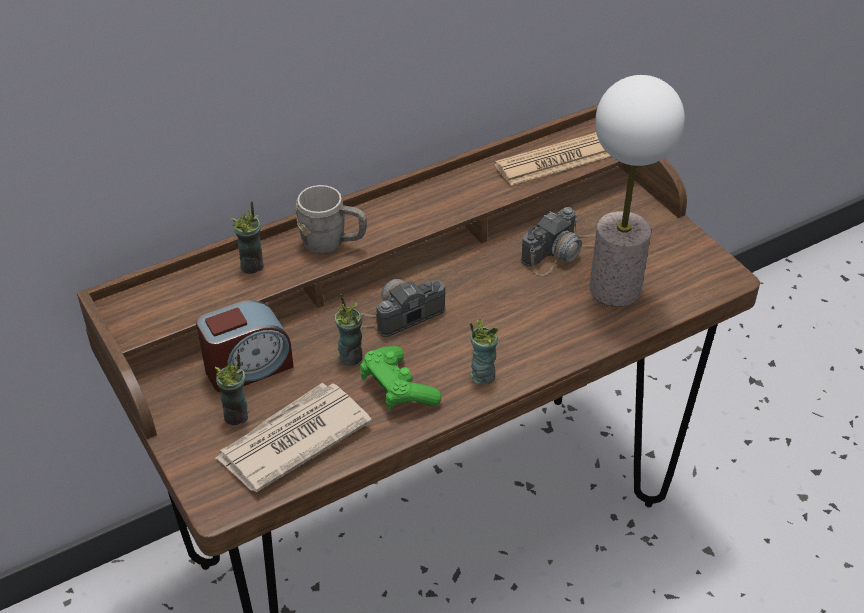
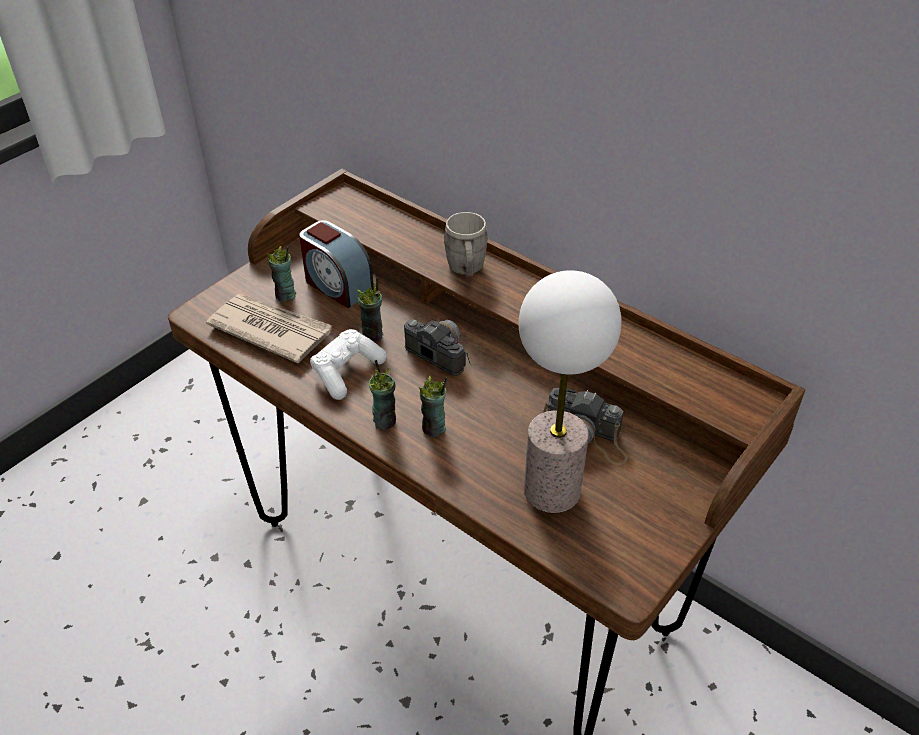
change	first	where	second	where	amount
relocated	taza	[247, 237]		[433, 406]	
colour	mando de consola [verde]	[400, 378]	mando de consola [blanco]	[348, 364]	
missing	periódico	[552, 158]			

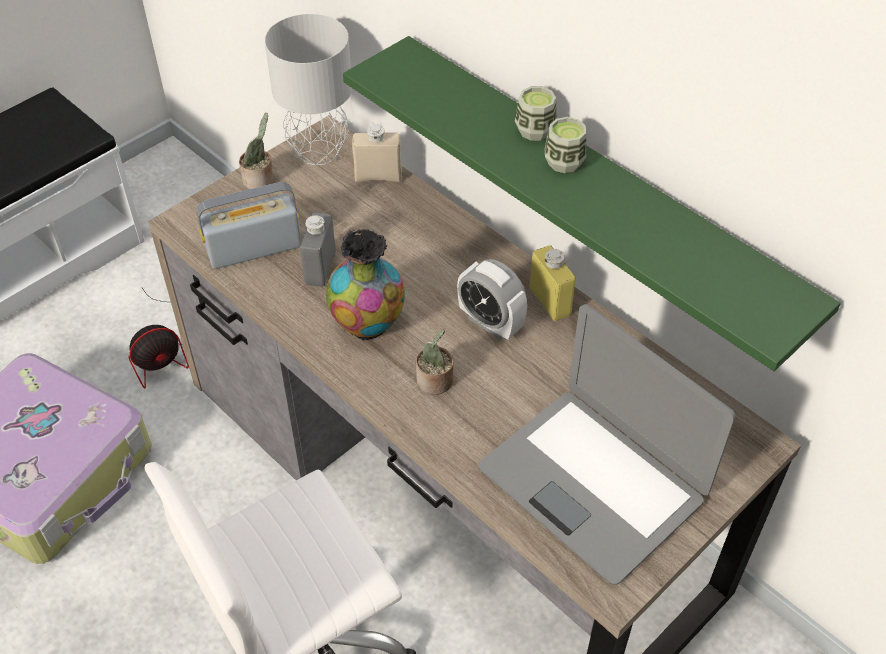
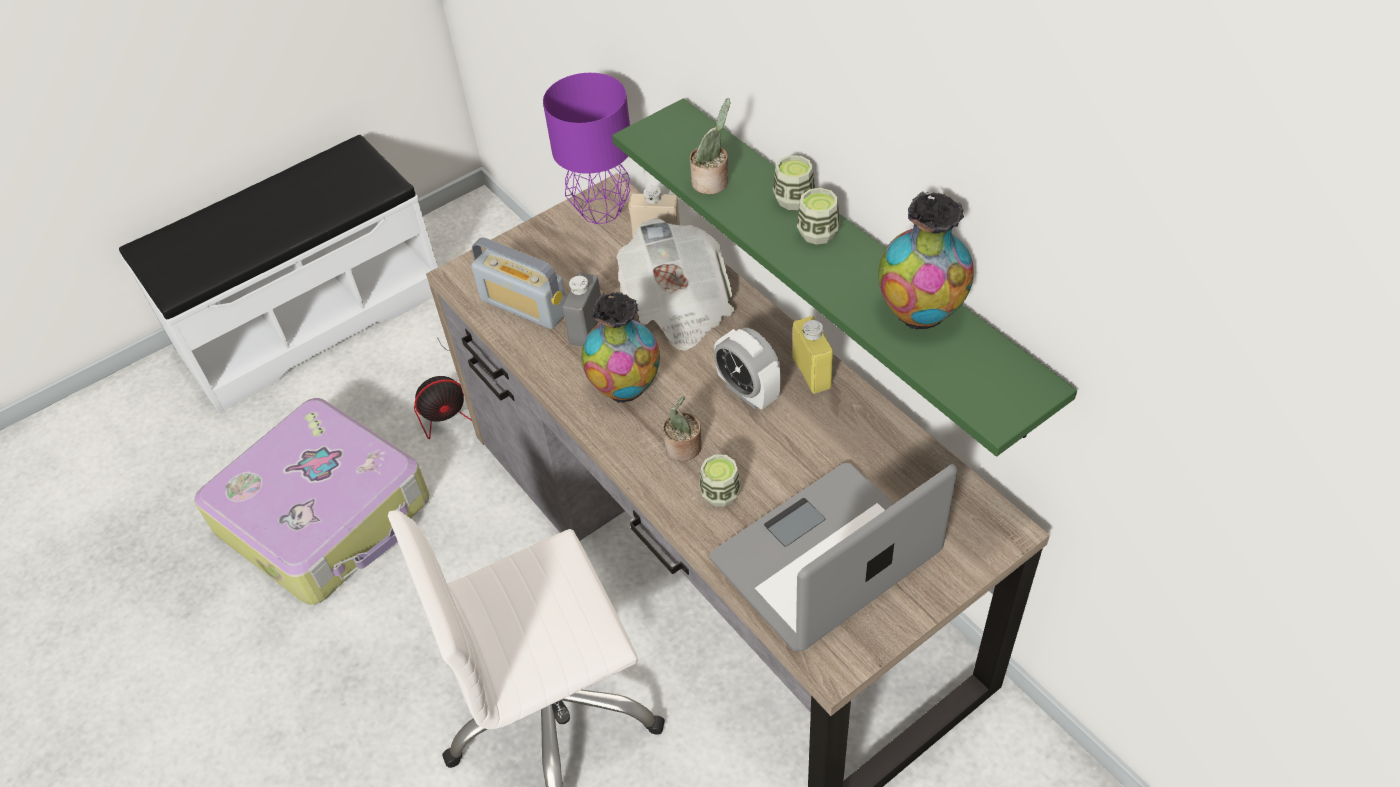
change	first	where	second	where	amount
spun	radio	[249, 225]		[518, 283]	135 degrees counterclockwise
relocated	planta en maceta	[256, 151]		[710, 146]	
colour	lámpara de mesa [gris]	[308, 89]	lámpara de mesa [morado]	[586, 148]	
spun	portátil	[607, 444]		[833, 557]	90 degrees clockwise
appeared			periódico	[675, 284]	
appeared			taza	[720, 480]	
appeared			florero	[926, 260]	

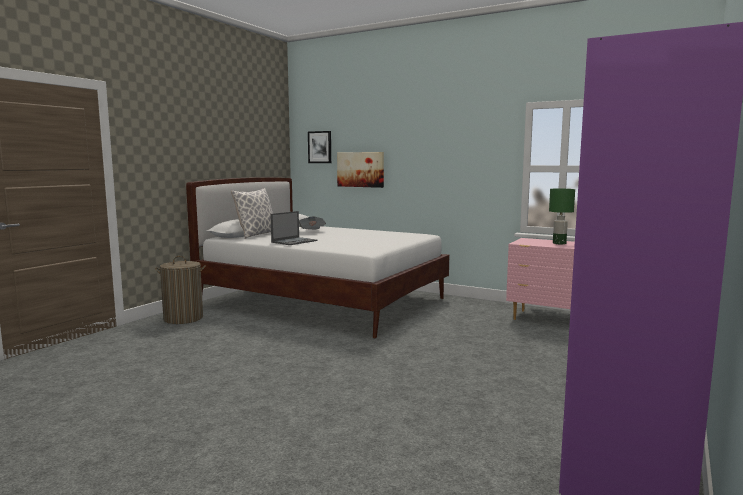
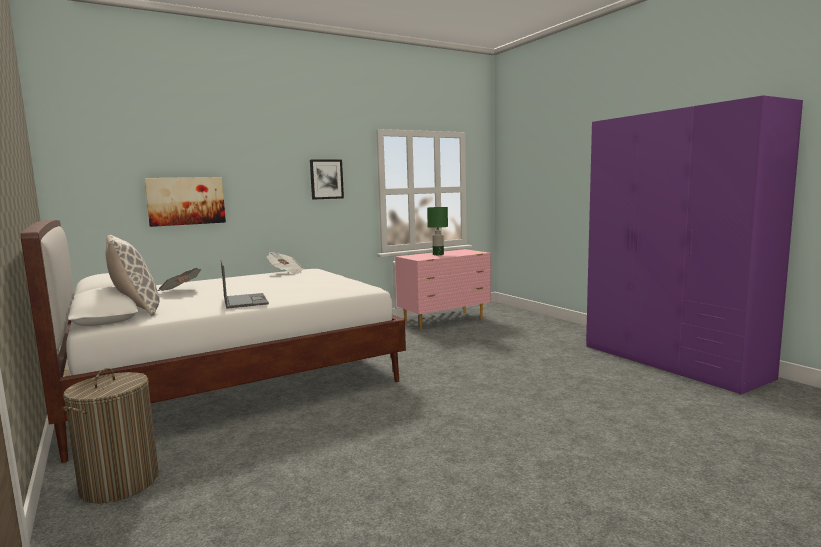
change	first	where	second	where	amount
relocated	cuadro	[319, 147]		[327, 180]	
appeared			periódico	[285, 263]	

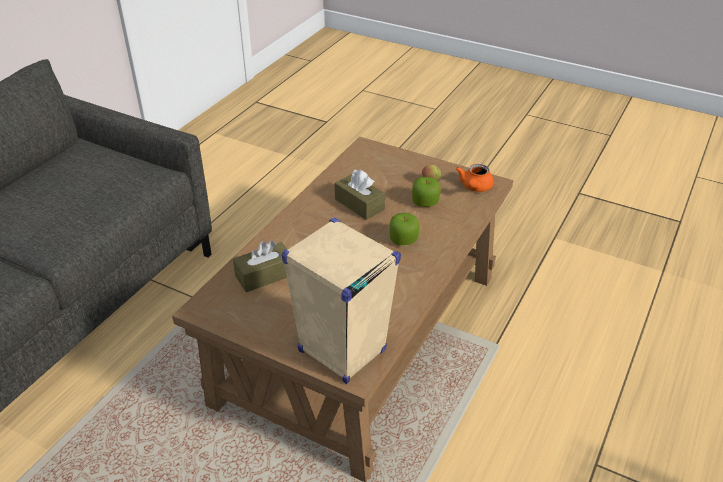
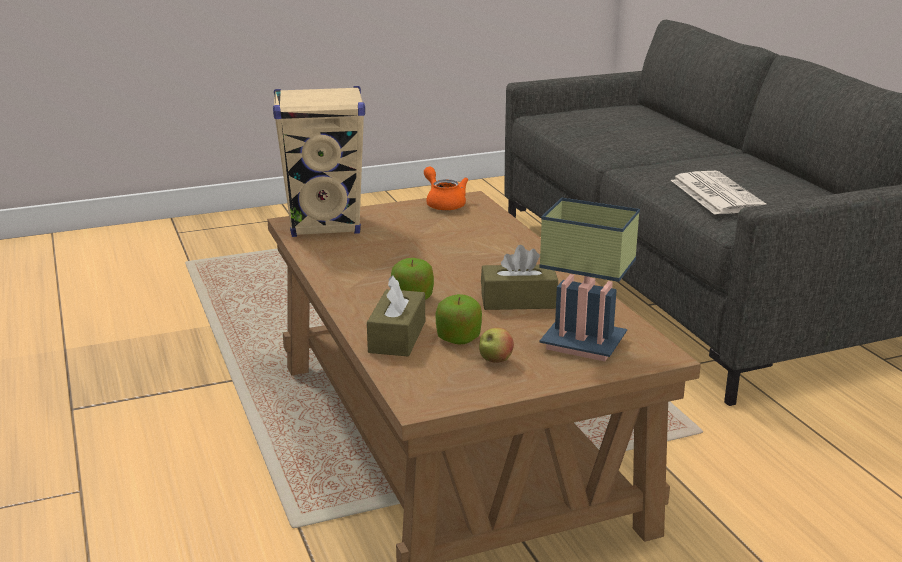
change	first	where	second	where	amount
relocated	caja de pañuelos [marrón]	[260, 266]		[396, 315]	
relocated	tetera [naranja]	[475, 178]		[446, 188]	
appeared			lámpara de mesa	[589, 279]	
appeared			periódico	[718, 193]	

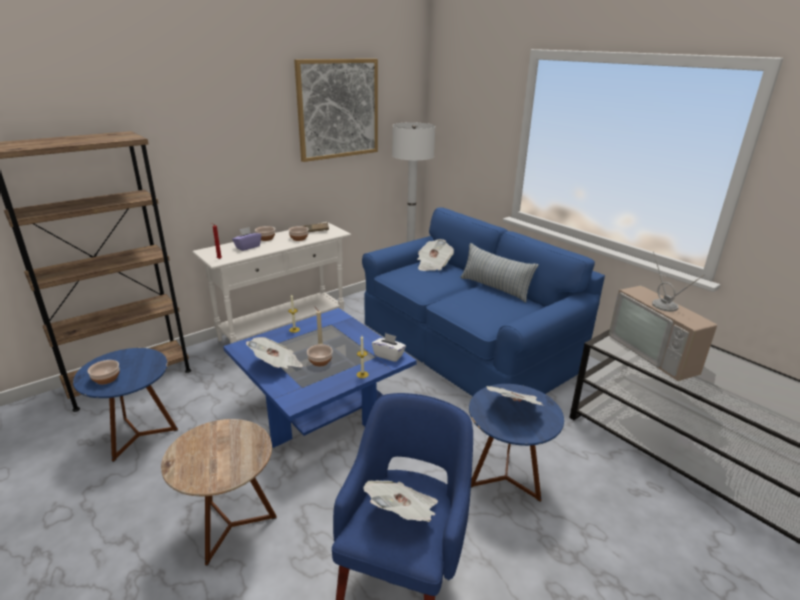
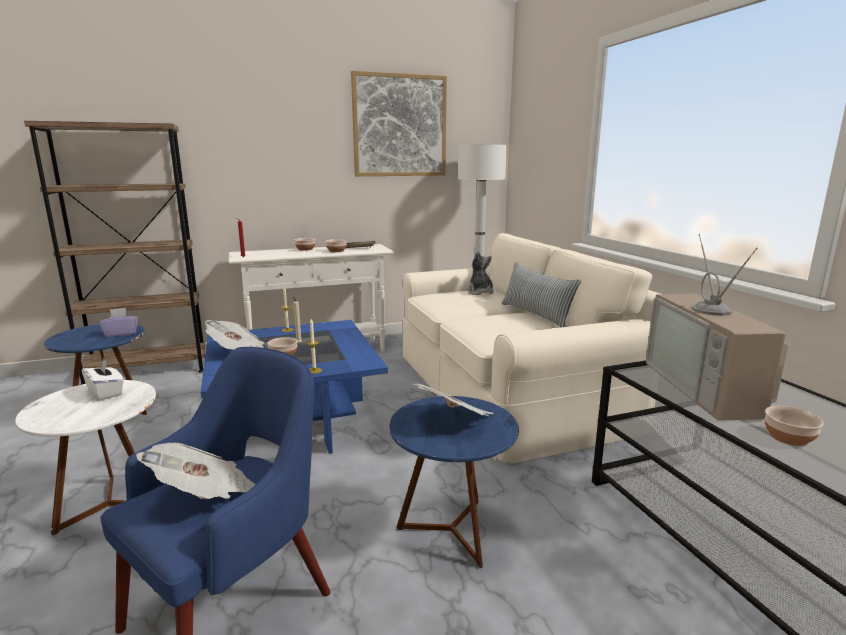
change	first	where	second	where	amount
relocated	cuenco	[103, 372]		[794, 426]	
colour	mesa auxiliar [marrón]	[219, 492]	mesa auxiliar [blanco]	[85, 458]	
relocated	caja de pañuelos [morado]	[246, 239]		[118, 322]	
colour	sofá [azul]	[483, 301]	sofá [beis]	[531, 348]	
relocated	caja de pañuelos [blanco]	[389, 347]		[103, 379]	
exchanged	periódico	[435, 255]	peluche	[480, 273]	

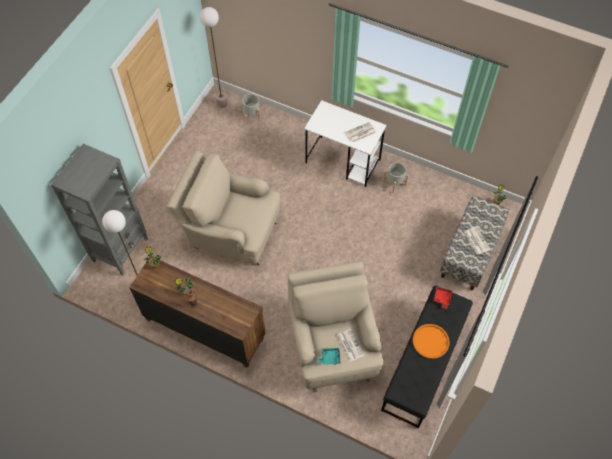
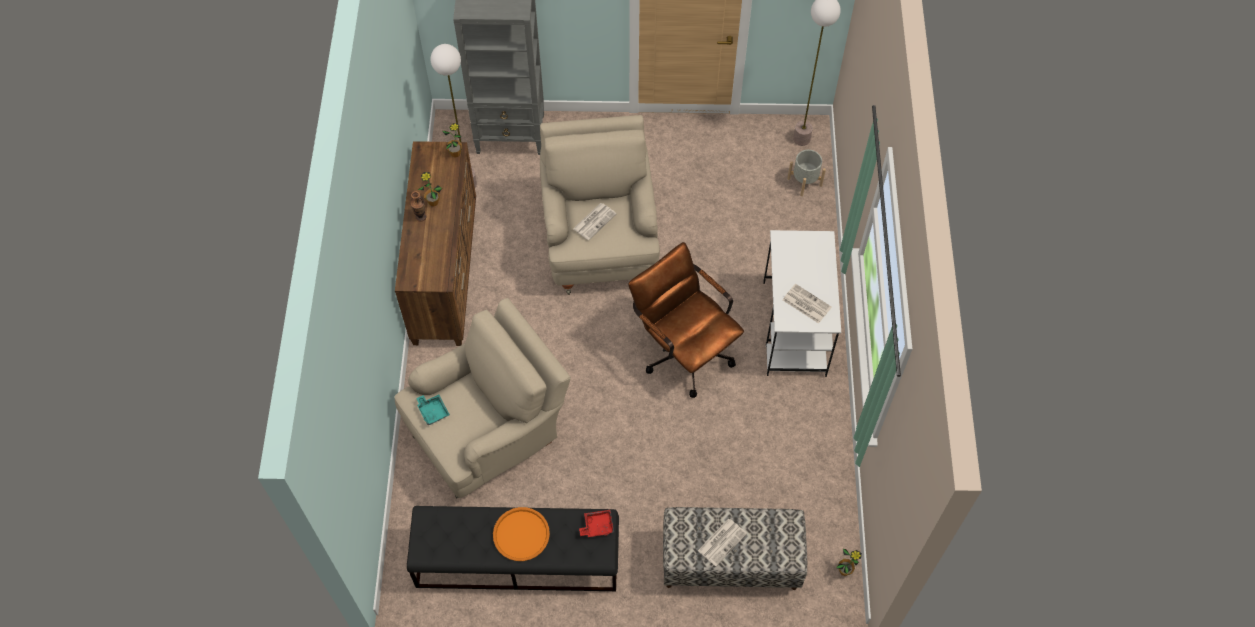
change	first	where	second	where	amount
relocated	periódico	[350, 345]		[595, 221]	
missing	maceta [gris]	[396, 177]			
appeared			silla de oficina [marrón]	[686, 320]	

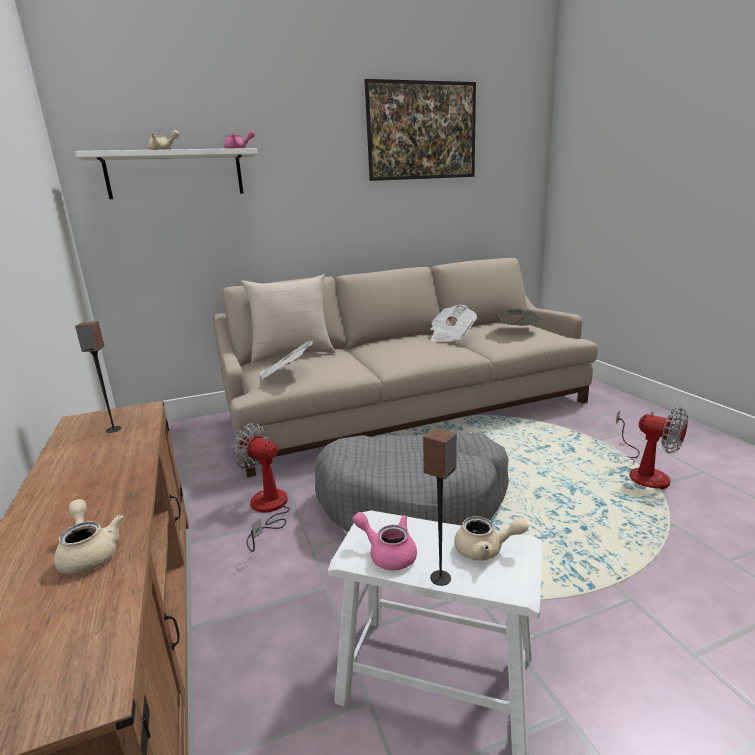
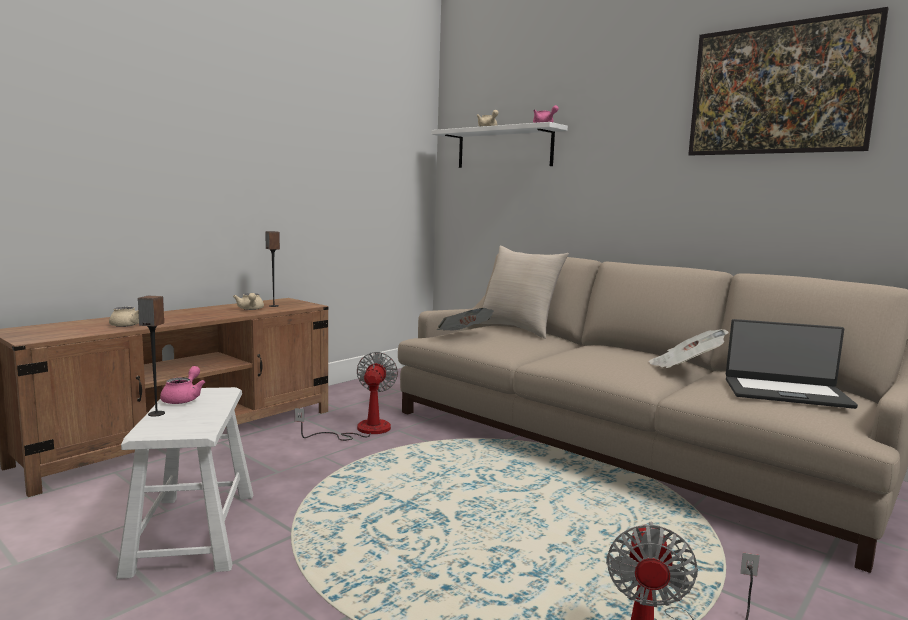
change	first	where	second	where	amount
missing	cama para perro [gris]	[412, 481]			
relocated	tetera [beis]	[491, 538]		[248, 301]	
exchanged	periódico	[517, 317]	portátil	[792, 364]	

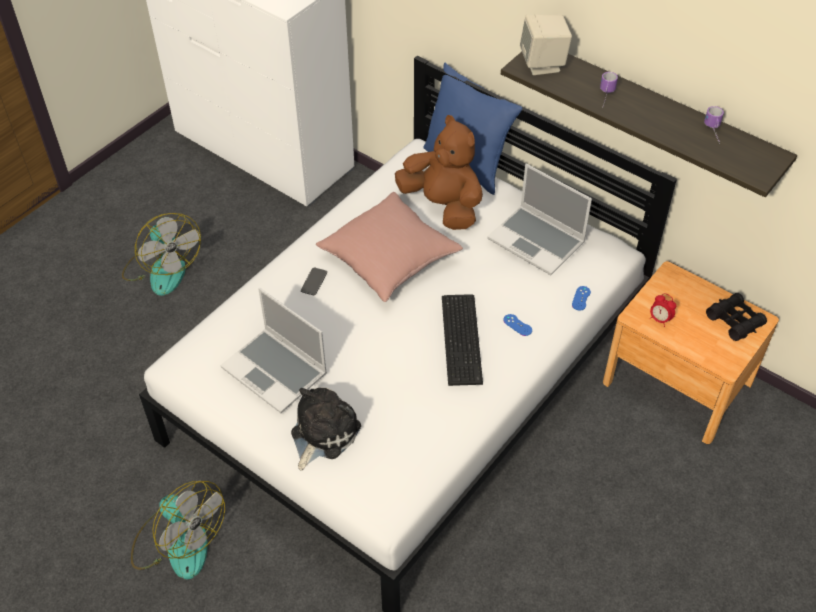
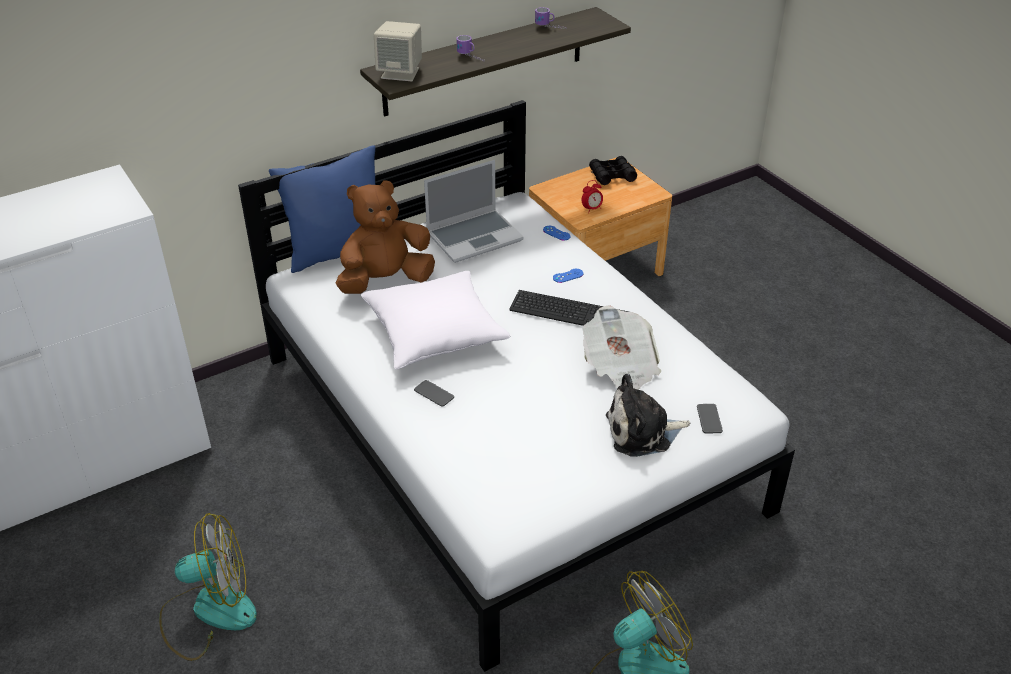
change	first	where	second	where	amount
missing	portátil	[273, 350]			
spun	peluche	[326, 429]		[648, 415]	60 degrees counterclockwise
colour	cojín [rosa]	[389, 247]	cojín [blanco]	[435, 320]	
appeared			periódico	[621, 348]	
appeared			móvil	[710, 419]	

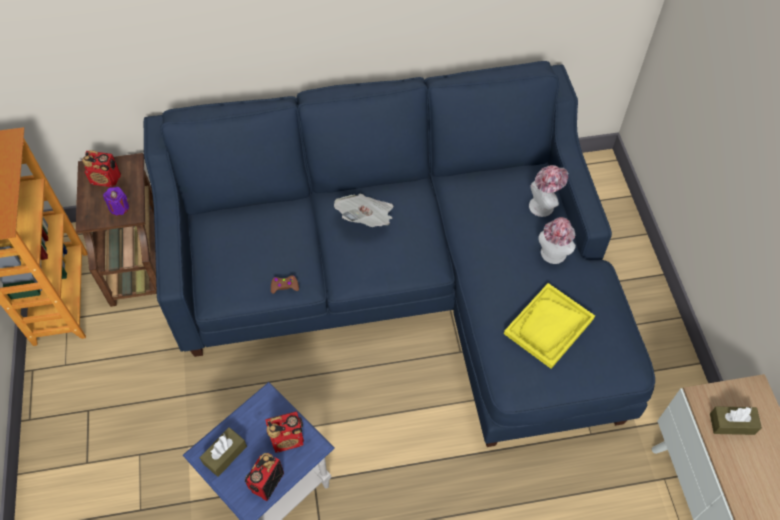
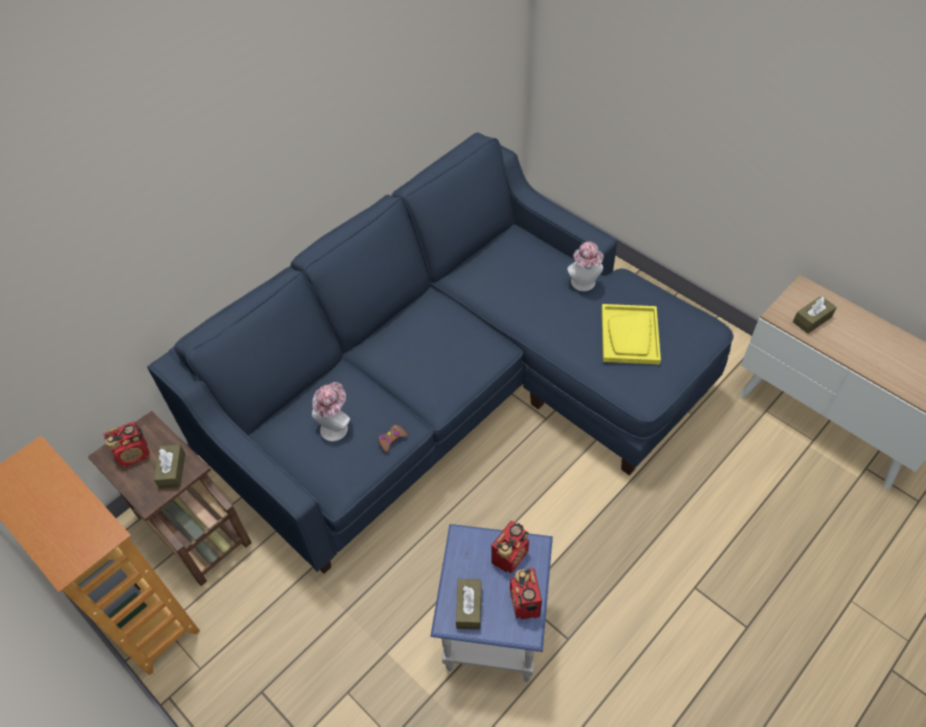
change	first	where	second	where	amount
exchanged	vela [morado]	[116, 201]	caja de pañuelos [marrón]	[169, 466]	
missing	periódico	[363, 210]			
relocated	sombrero	[548, 191]		[331, 411]	

